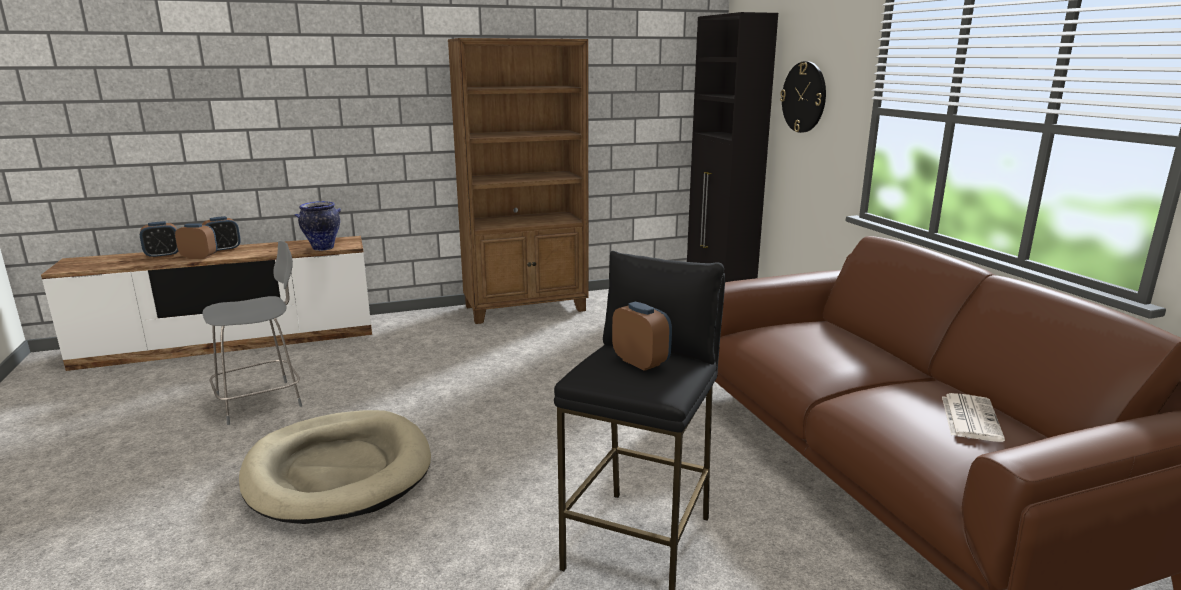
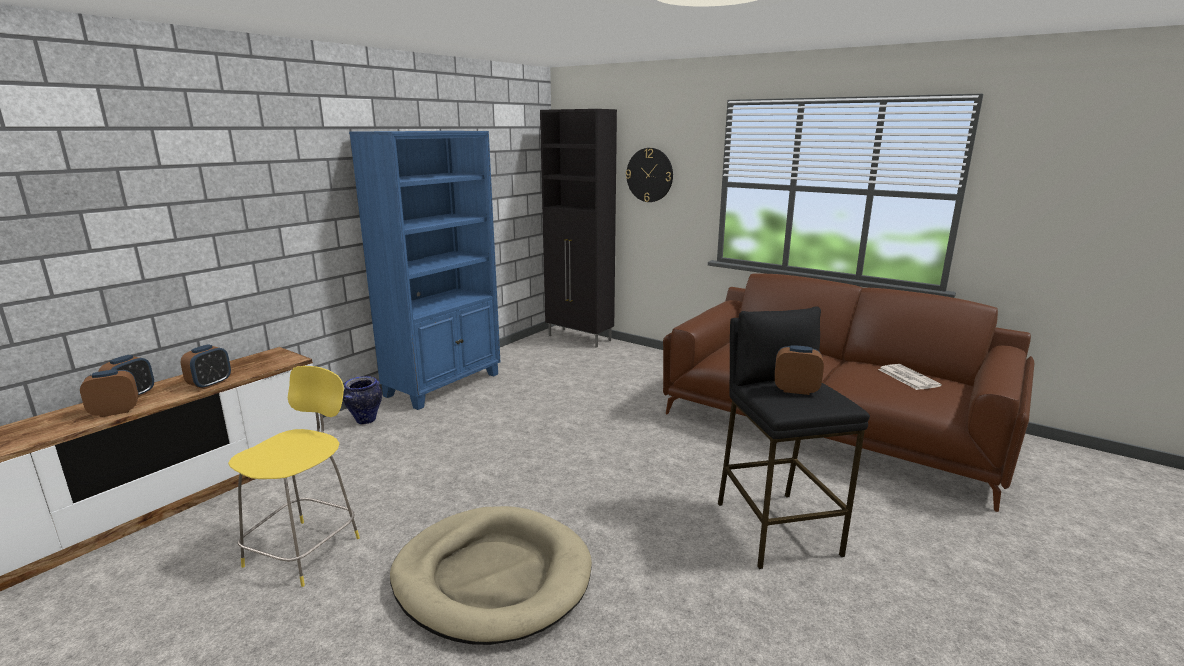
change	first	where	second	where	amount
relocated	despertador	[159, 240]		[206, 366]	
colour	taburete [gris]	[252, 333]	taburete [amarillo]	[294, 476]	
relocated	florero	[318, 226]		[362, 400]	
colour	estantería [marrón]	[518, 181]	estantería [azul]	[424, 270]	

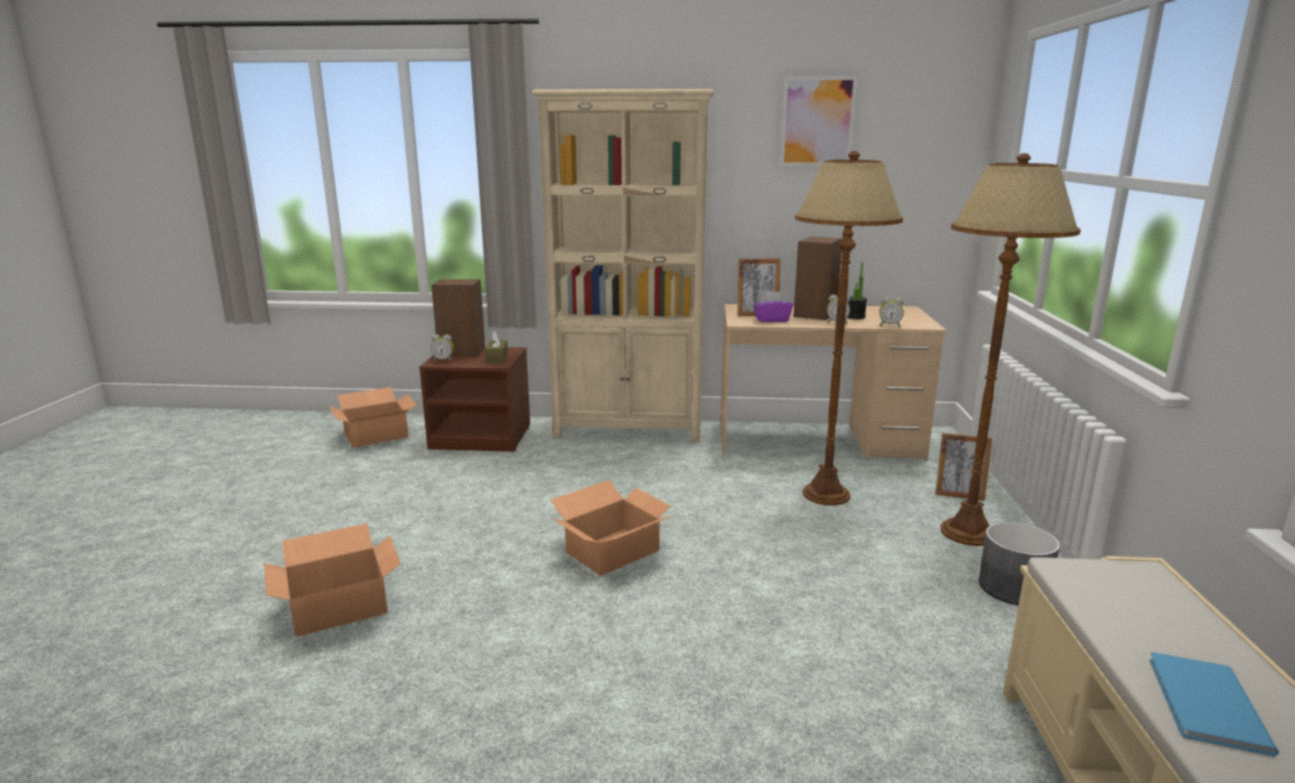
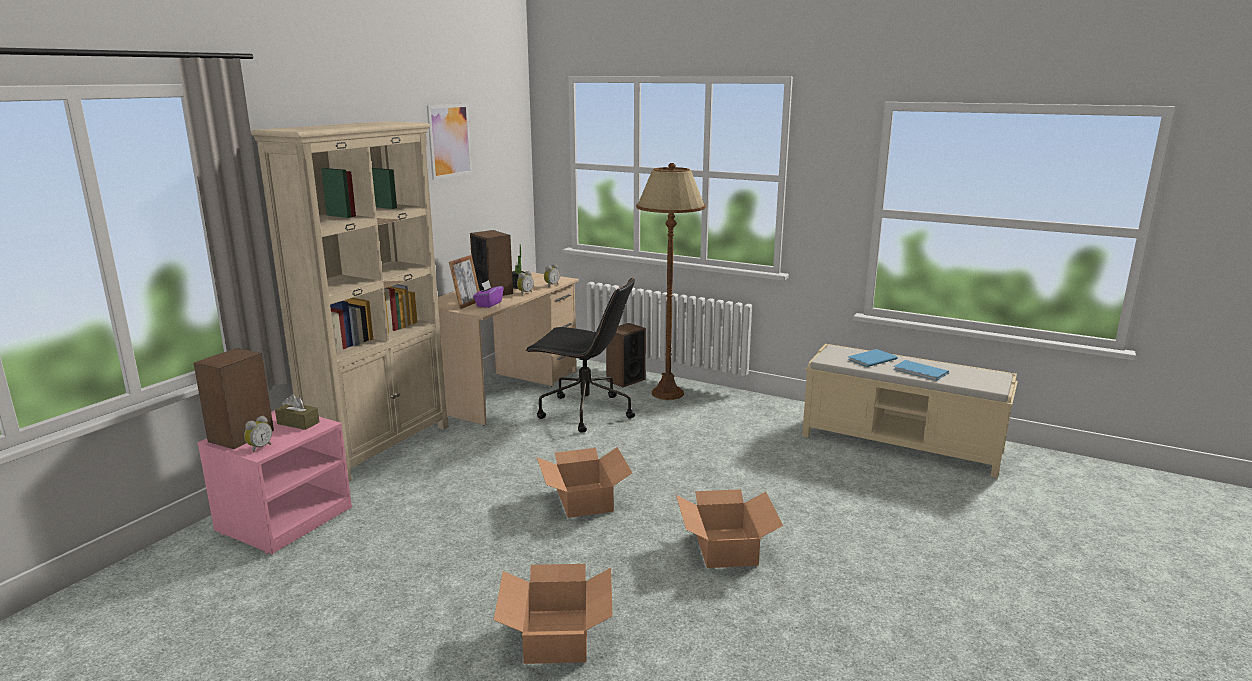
change	first	where	second	where	amount
relocated	caja de cartón	[373, 417]		[729, 528]	
colour	mesita de noche [marrón]	[474, 399]	mesita de noche [rosa]	[274, 482]	
exchanged	lámpara de pie [marrón]	[849, 328]	silla de oficina [negro]	[580, 355]	
exchanged	portarretratos	[963, 467]	altavoz	[626, 355]	
missing	maceta [gris]	[1019, 564]			
appeared			libro [azul]	[872, 358]	

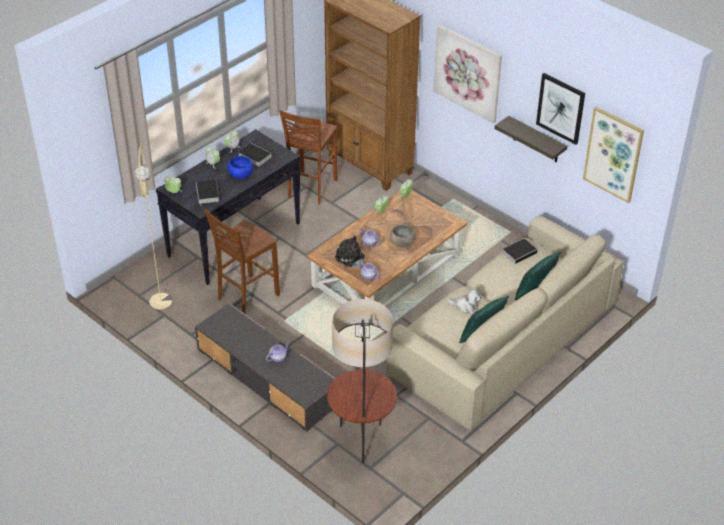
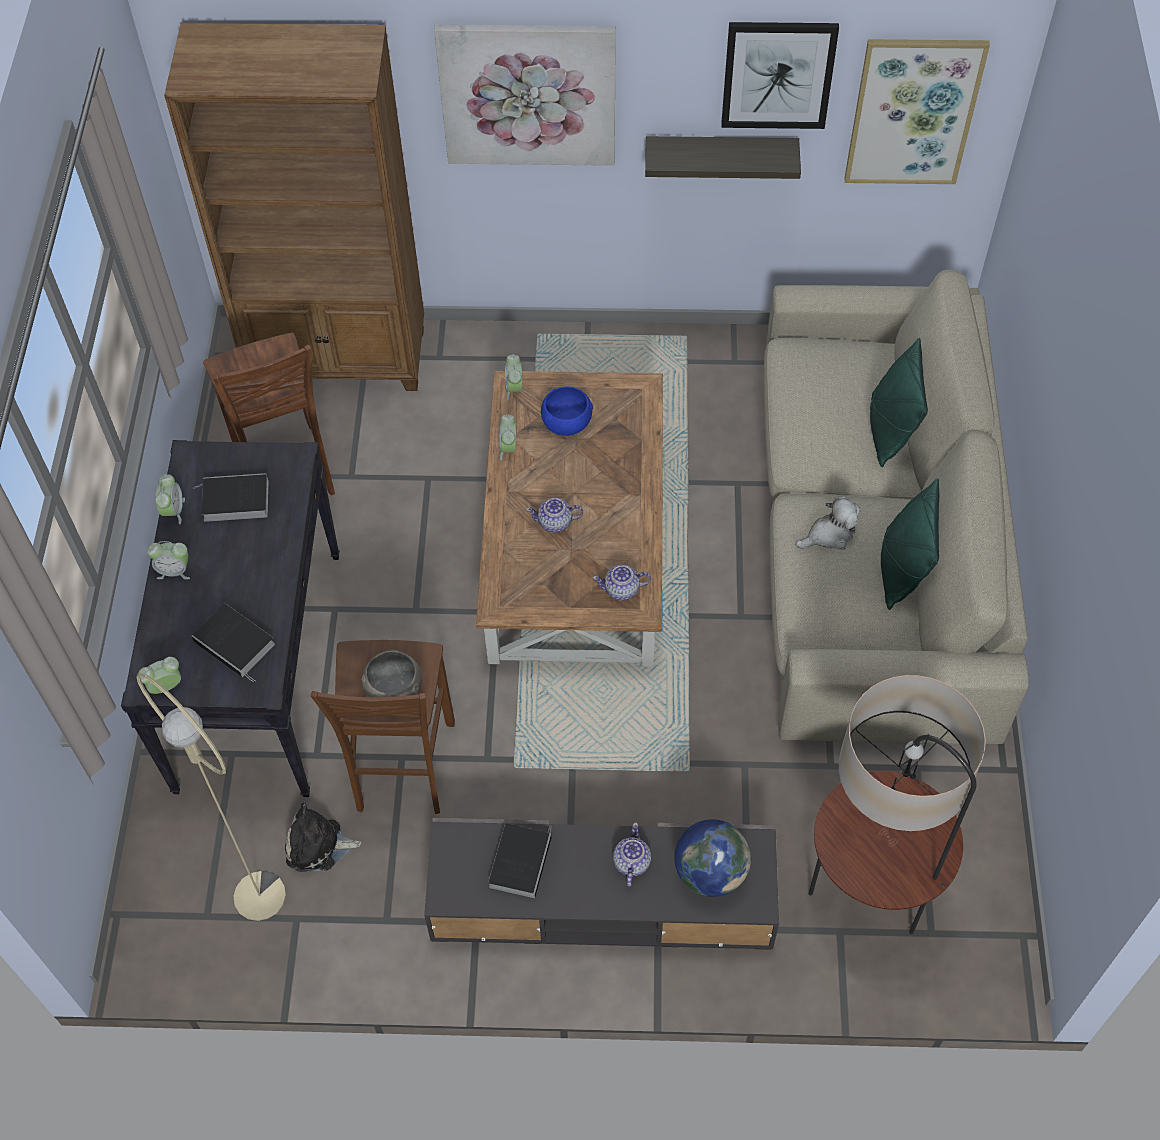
change	first	where	second	where	amount
relocated	cuenco [azul]	[240, 167]		[567, 411]	
relocated	peluche	[350, 251]		[323, 837]	
relocated	cuenco [gris]	[402, 236]		[391, 673]	
relocated	libro	[521, 251]		[520, 860]	
appeared			globo terráqueo	[713, 858]	

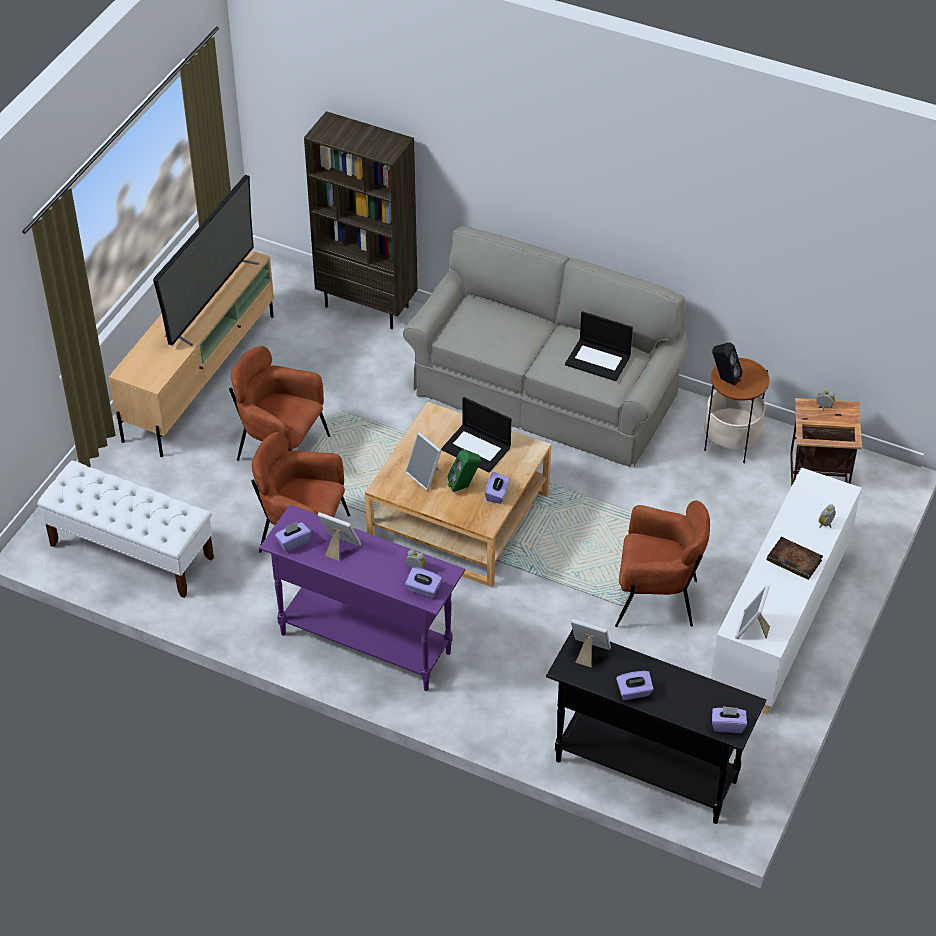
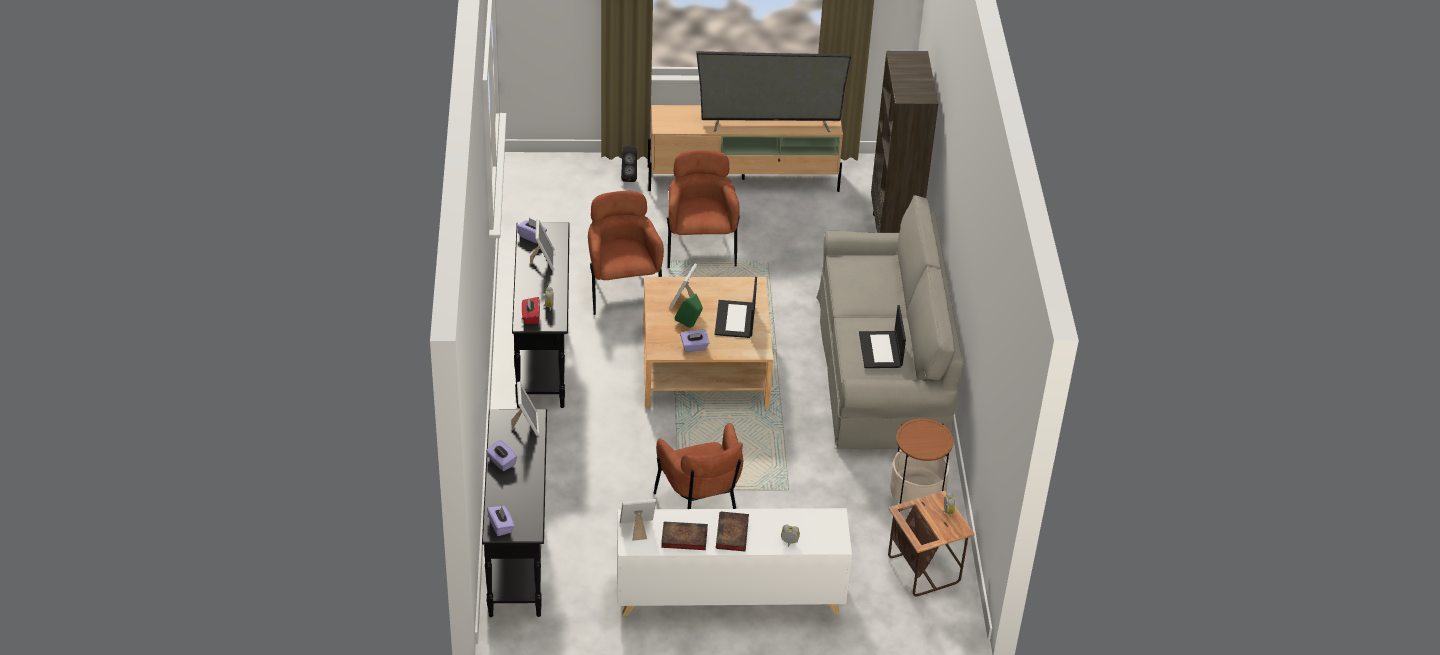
change	first	where	second	where	amount
missing	banco [blanco]	[125, 529]			
colour	mesa consola [morado]	[362, 598]	mesa consola [negro]	[541, 315]	
colour	caja de pañuelos [morado]	[423, 582]	caja de pañuelos [rojo]	[531, 310]	
relocated	altavoz [negro]	[727, 364]		[629, 163]	
appeared			libro	[684, 535]	

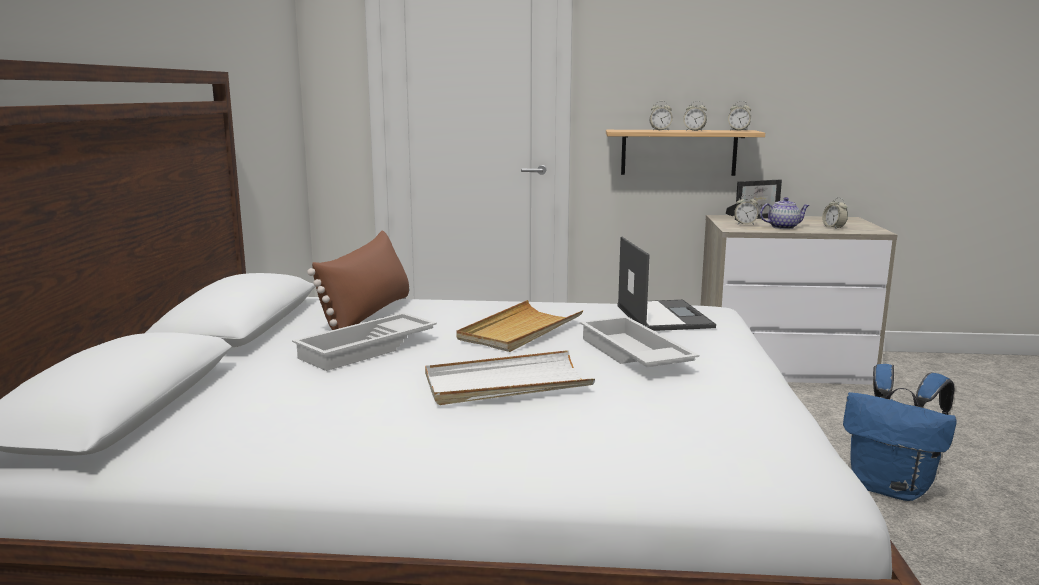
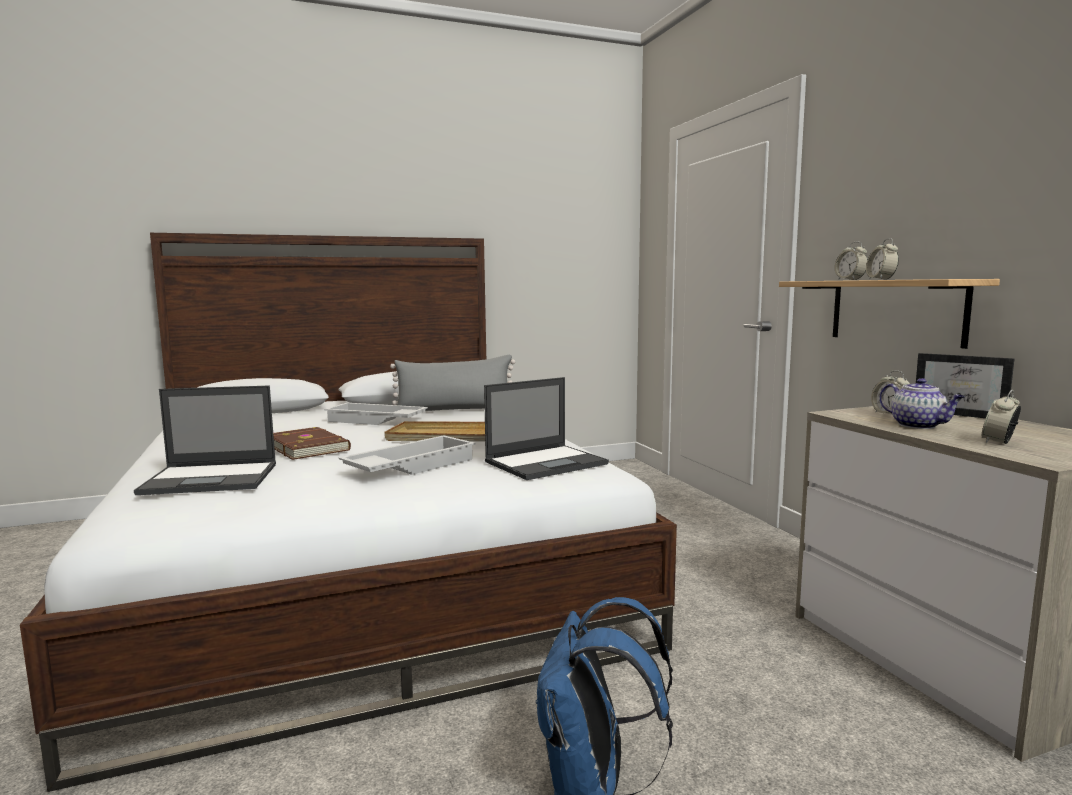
change	first	where	second	where	amount
colour	cojín [marrón]	[358, 280]	cojín [gris]	[452, 383]	
exchanged	bandeja [blanco]	[510, 377]	libro [marrón]	[312, 443]	
missing	despertador	[739, 116]			
appeared			portátil	[205, 440]	

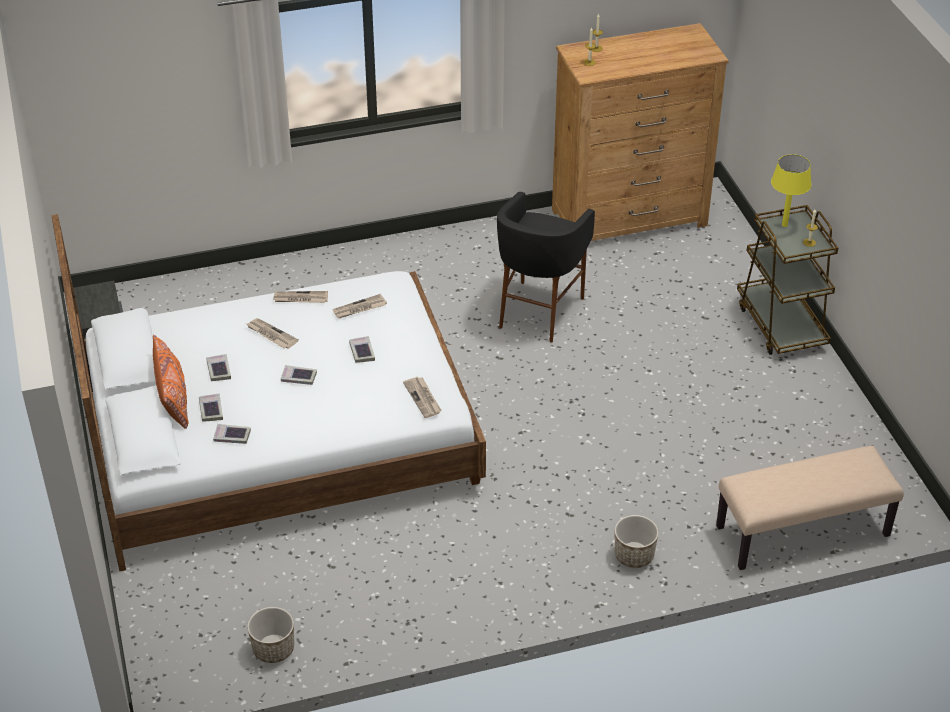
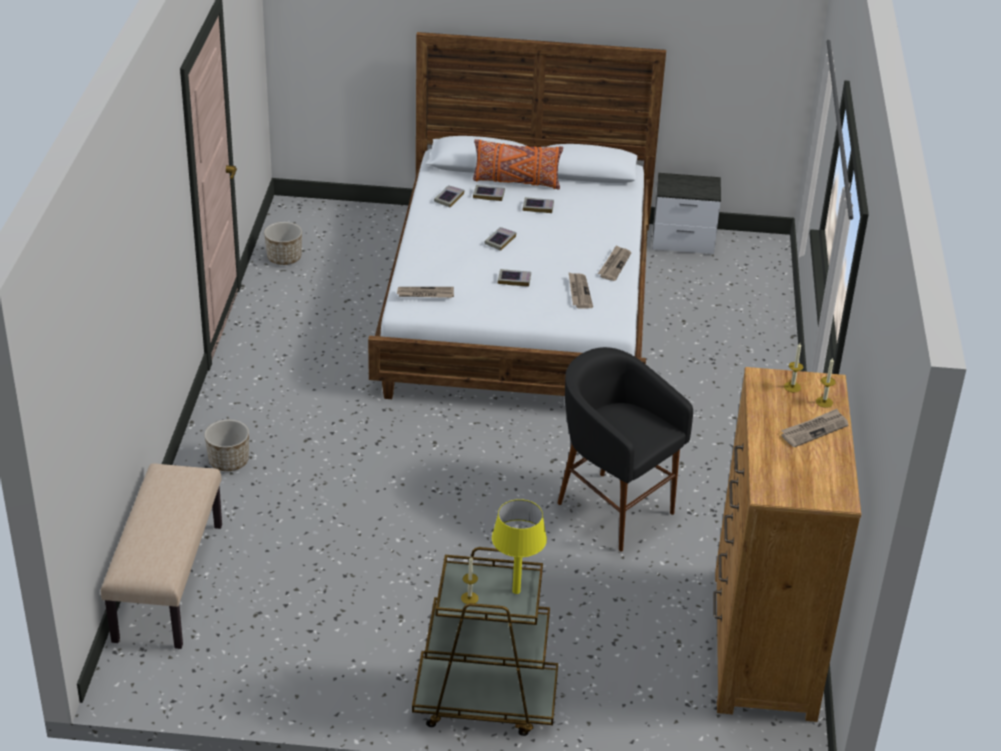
change	first	where	second	where	amount
relocated	periódico	[272, 333]		[814, 428]	

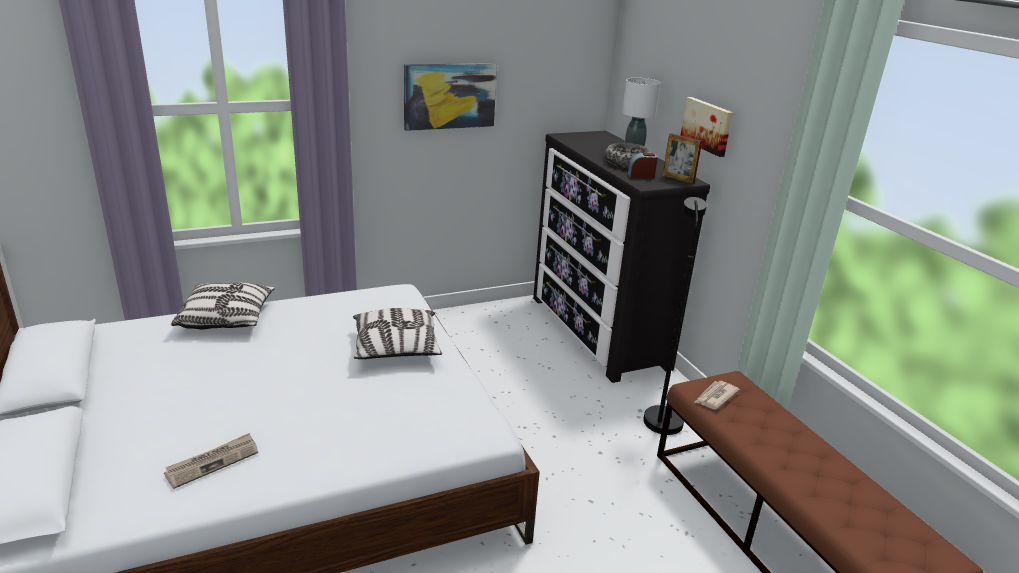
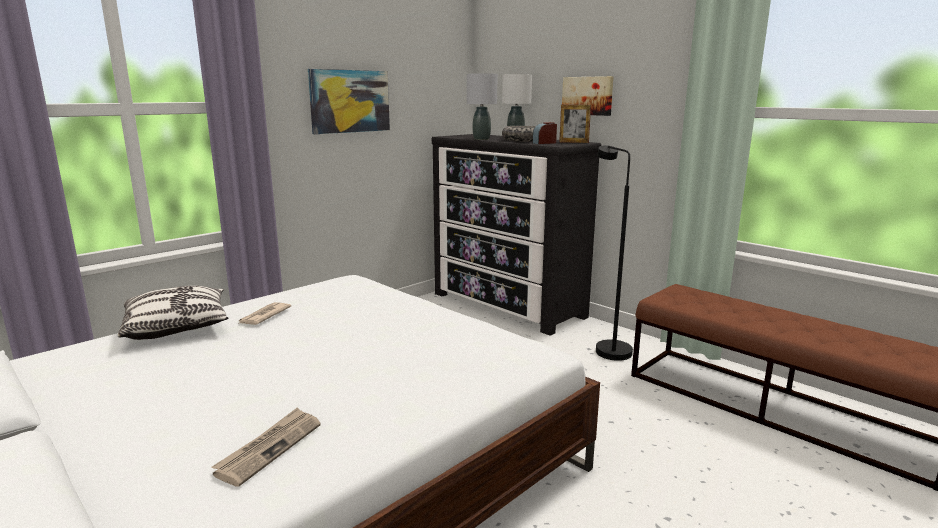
change	first	where	second	where	amount
missing	cojín	[397, 333]			
relocated	periódico	[717, 395]		[264, 313]	
appeared			lámpara de mesa [gris]	[482, 106]	

